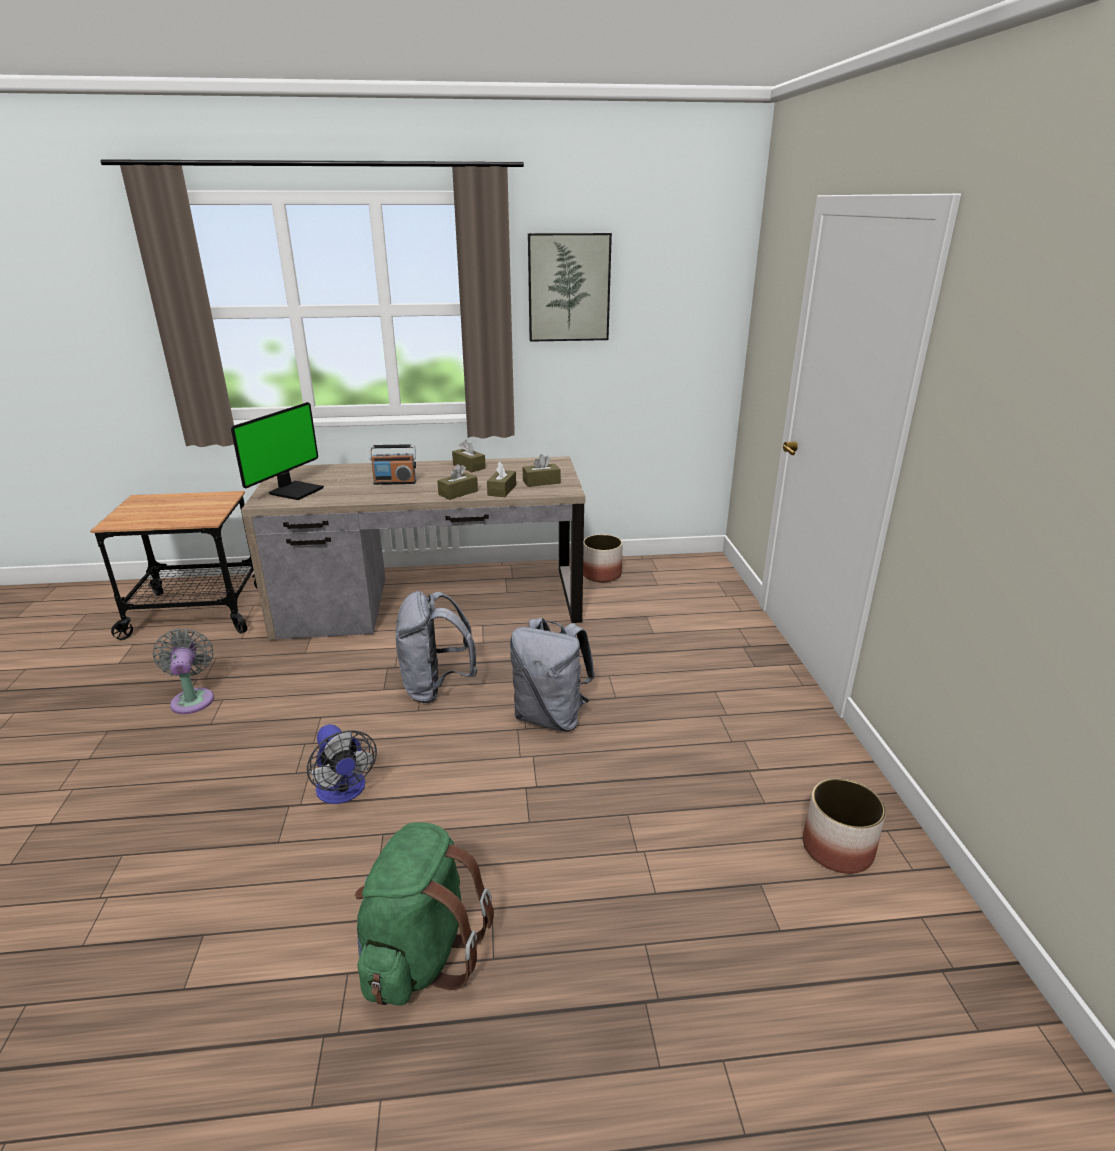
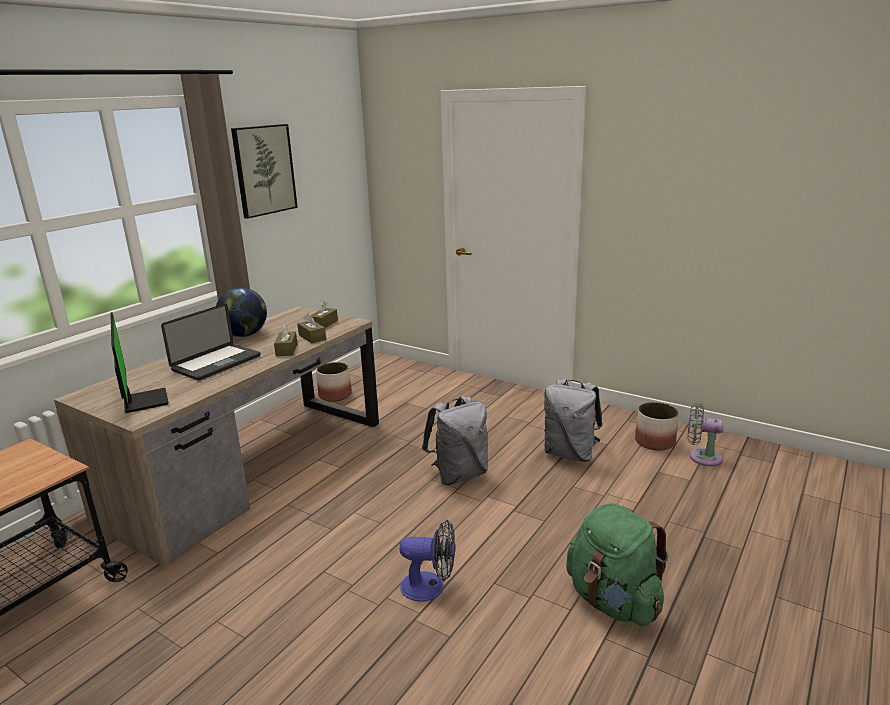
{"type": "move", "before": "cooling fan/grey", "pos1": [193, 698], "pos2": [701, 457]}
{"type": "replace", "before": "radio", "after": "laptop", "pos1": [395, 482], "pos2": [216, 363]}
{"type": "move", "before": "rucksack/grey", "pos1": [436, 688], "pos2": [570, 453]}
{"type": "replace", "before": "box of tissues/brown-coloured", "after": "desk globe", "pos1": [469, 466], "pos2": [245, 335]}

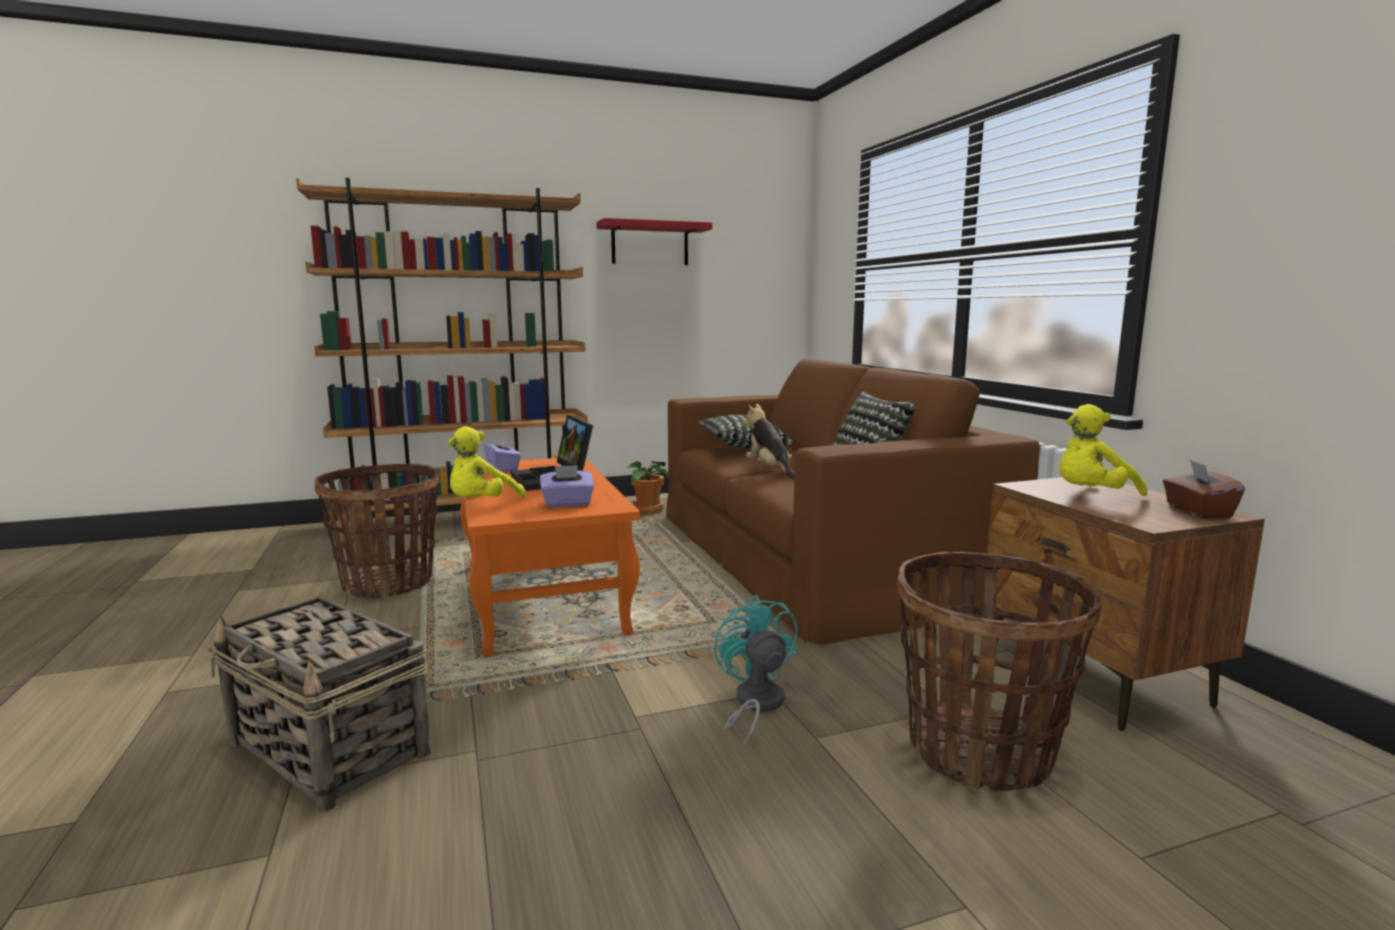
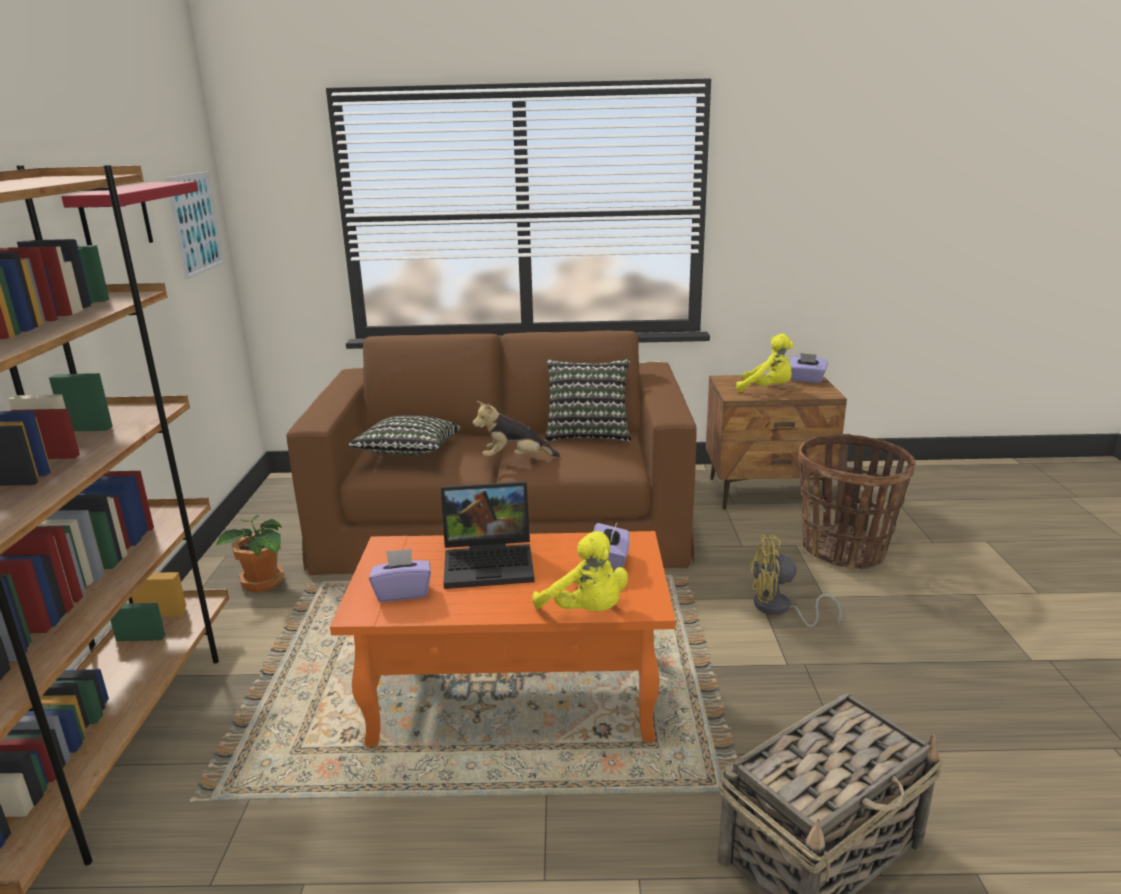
{"type": "delete", "before": "basket", "pos1": [388, 583]}
{"type": "recolor", "before": "cooling fan/turquoise-coloured", "after": "cooling fan/yellow-coloured", "pos1": [755, 705], "pos2": [779, 609]}
{"type": "rotate", "before": "soft toy/yellow-coloured", "pos1": [1091, 496], "pos2": [767, 389], "turn": -60}
{"type": "recolor", "before": "box of tissues/brown-coloured", "after": "box of tissues/purple", "pos1": [1197, 511], "pos2": [806, 380]}
{"type": "insert", "after": "picture", "pos2": [196, 223]}

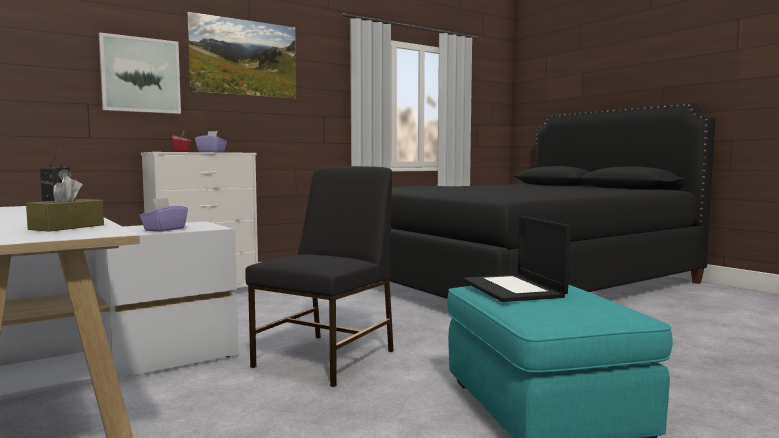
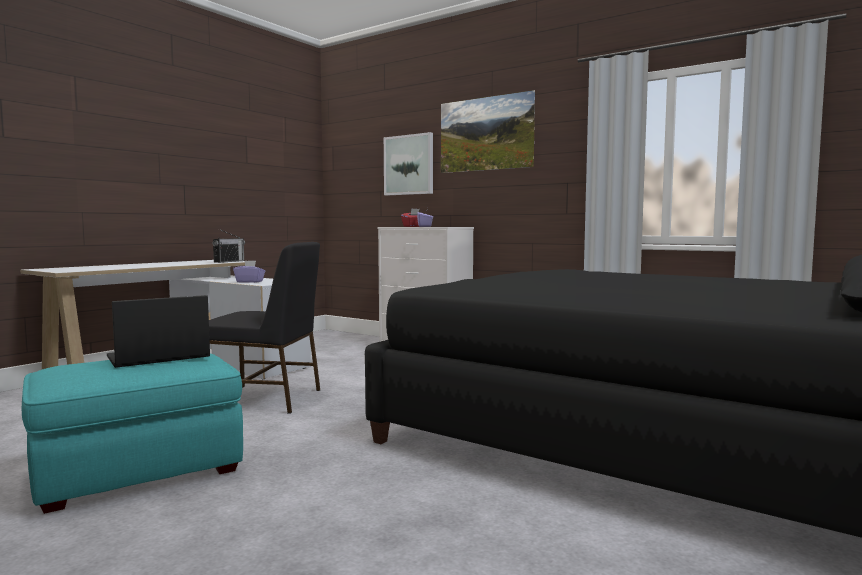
{"type": "delete", "before": "box of tissues/brown-coloured", "pos1": [67, 227]}

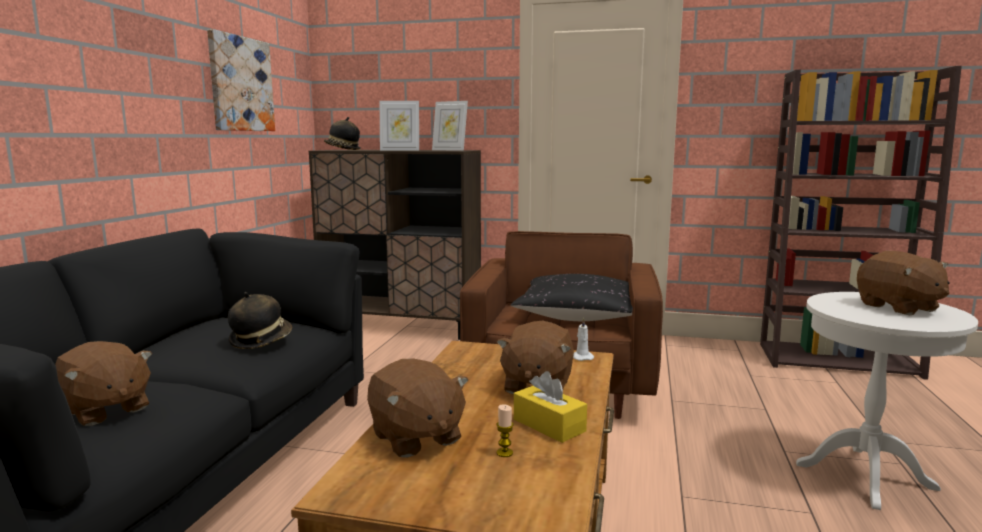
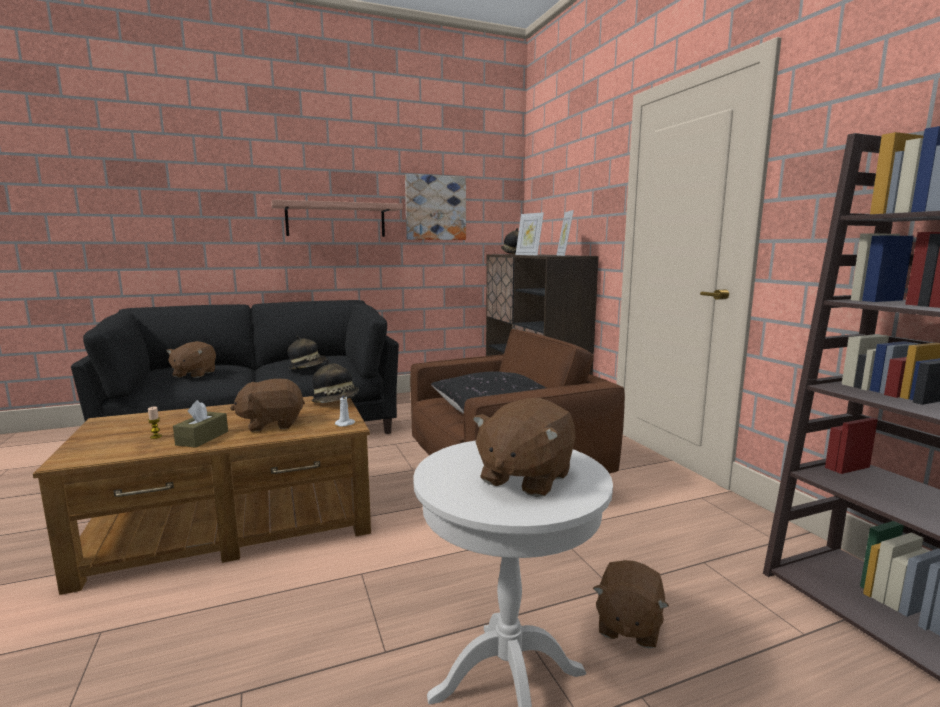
{"type": "move", "before": "soft toy/brown-coloured", "pos1": [415, 438], "pos2": [628, 625]}
{"type": "recolor", "before": "box of tissues/yellow-coloured", "after": "box of tissues/brown-coloured", "pos1": [549, 425], "pos2": [202, 438]}
{"type": "insert", "after": "shelf", "pos2": [336, 220]}
{"type": "insert", "after": "clothing hat", "pos2": [336, 401]}

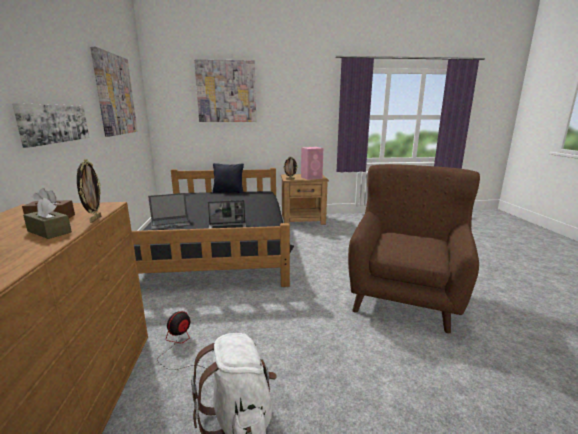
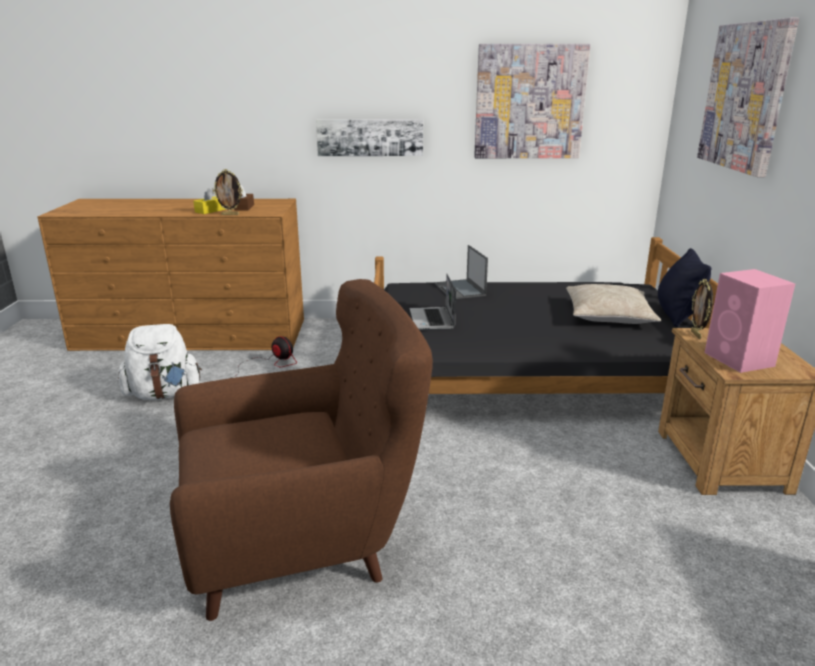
{"type": "recolor", "before": "box of tissues/brown-coloured", "after": "box of tissues/yellow-coloured", "pos1": [49, 232], "pos2": [210, 211]}
{"type": "rotate", "before": "easy chair/brown-coloured", "pos1": [405, 295], "pos2": [303, 540], "turn": -45}
{"type": "insert", "after": "cushion/sand-coloured", "pos2": [608, 315]}

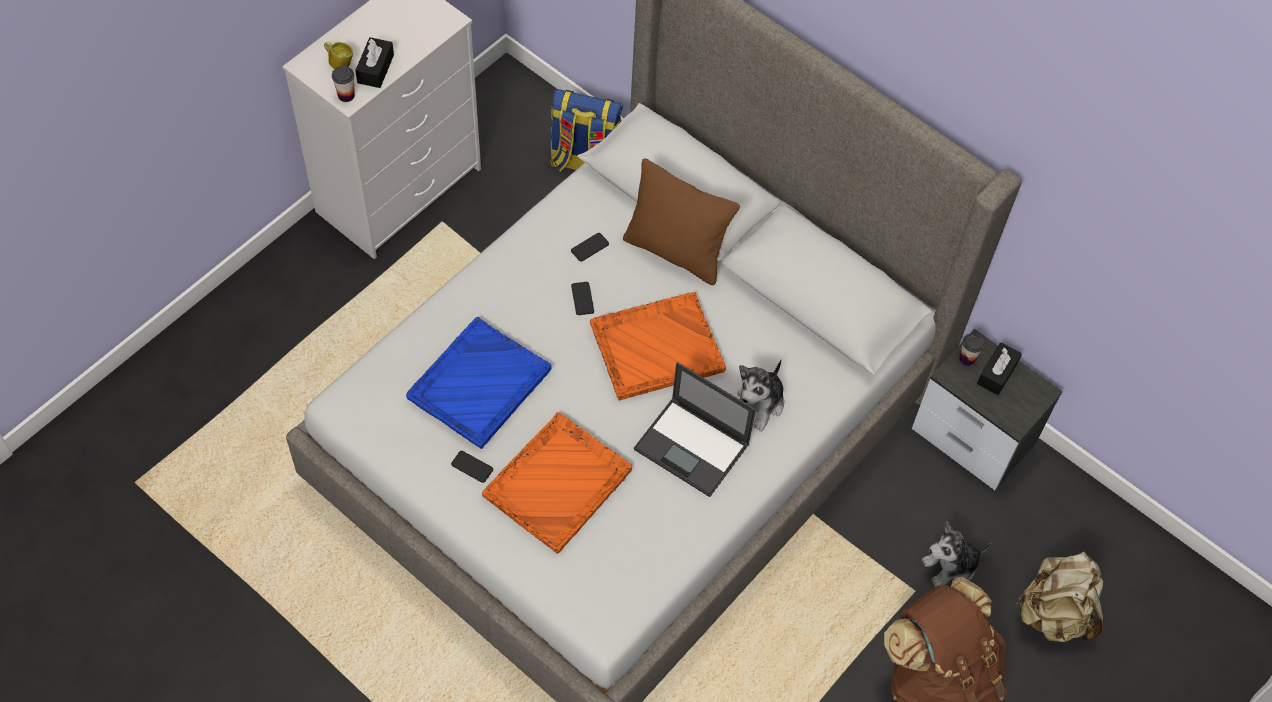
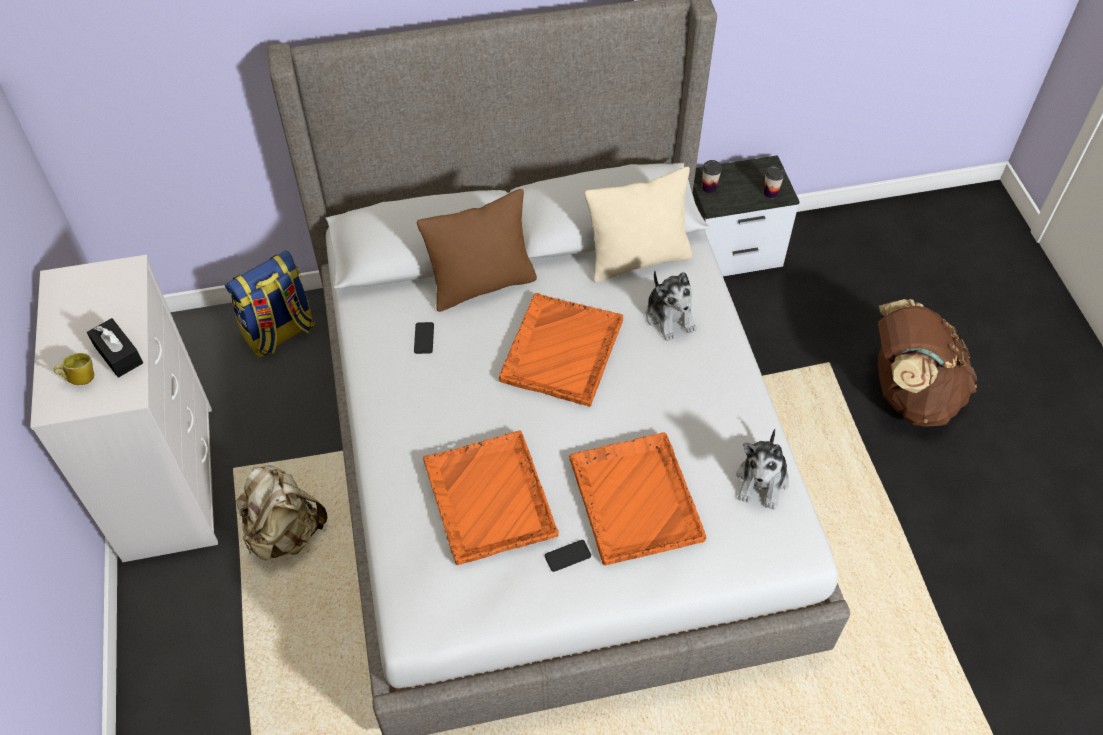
{"type": "move", "before": "cup", "pos1": [346, 95], "pos2": [770, 193]}
{"type": "recolor", "before": "tray/blue-coloured", "after": "tray/orange-coloured", "pos1": [478, 384], "pos2": [490, 499]}
{"type": "delete", "before": "handset", "pos1": [582, 298]}
{"type": "delete", "before": "laptop", "pos1": [693, 447]}
{"type": "move", "before": "soft toy", "pos1": [951, 566], "pos2": [762, 481]}
{"type": "delete", "before": "box of tissues/black", "pos1": [997, 373]}
{"type": "move", "before": "rucksack/sand-coloured", "pos1": [1054, 613], "pos2": [285, 532]}
{"type": "insert", "after": "cushion/sand-coloured", "pos2": [638, 259]}

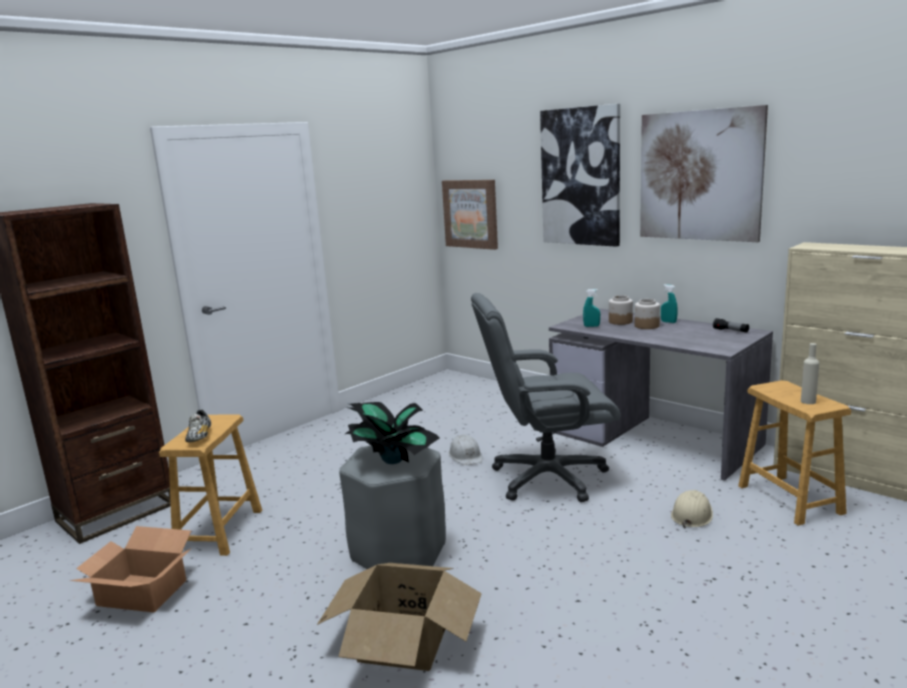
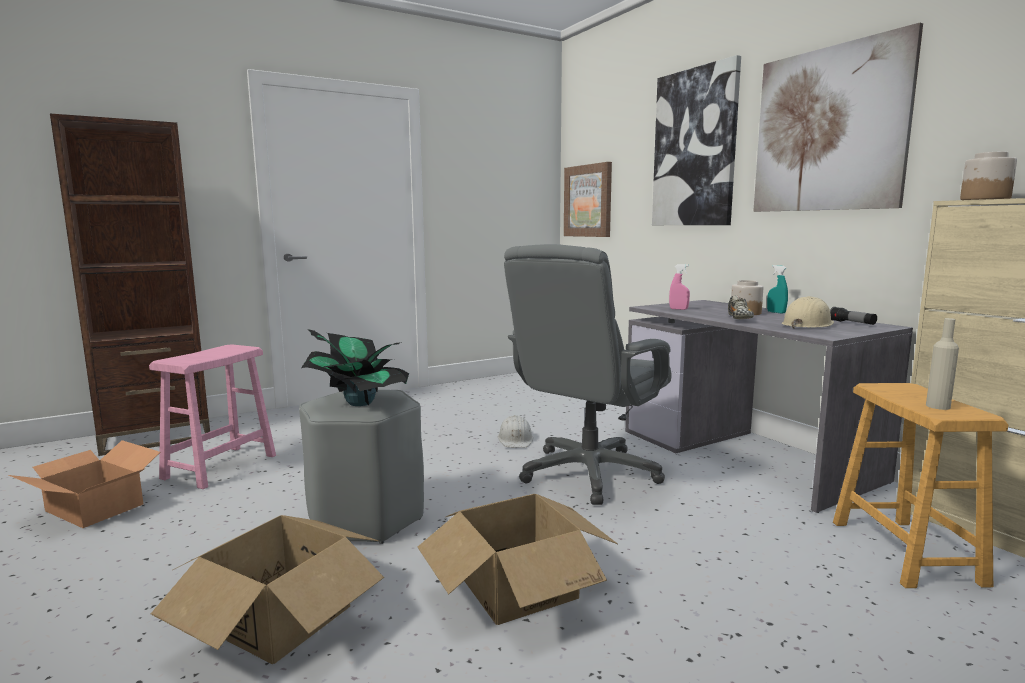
{"type": "recolor", "before": "sitting stool/brown-coloured", "after": "sitting stool/pink", "pos1": [219, 531], "pos2": [220, 467]}
{"type": "move", "before": "low shoe", "pos1": [199, 436], "pos2": [739, 319]}
{"type": "rotate", "before": "desk chair/grey", "pos1": [547, 478], "pos2": [589, 474], "turn": -60}
{"type": "recolor", "before": "hand sprayer/turquoise-coloured", "after": "hand sprayer/pink", "pos1": [591, 326], "pos2": [678, 309]}
{"type": "move", "before": "storage jar", "pos1": [620, 321], "pos2": [984, 199]}
{"type": "move", "before": "work helmet/sand-coloured", "pos1": [692, 515], "pos2": [807, 325]}
{"type": "insert", "after": "carton", "pos2": [518, 586]}

